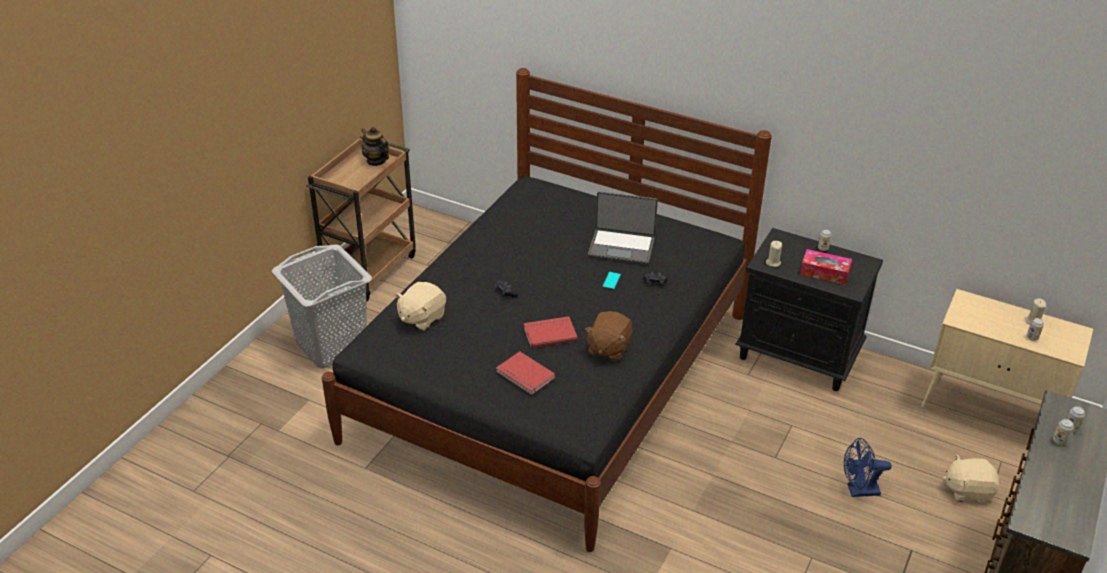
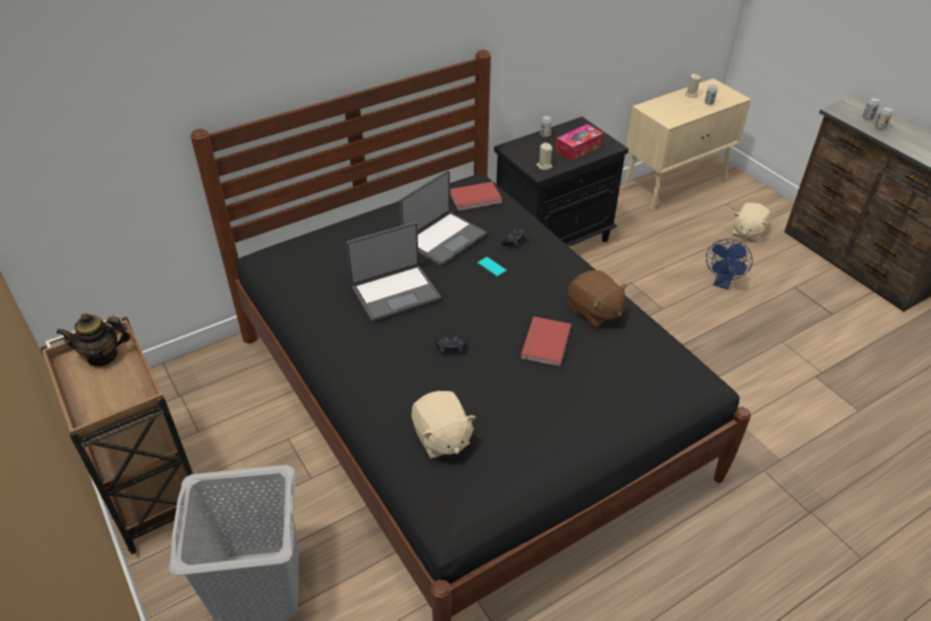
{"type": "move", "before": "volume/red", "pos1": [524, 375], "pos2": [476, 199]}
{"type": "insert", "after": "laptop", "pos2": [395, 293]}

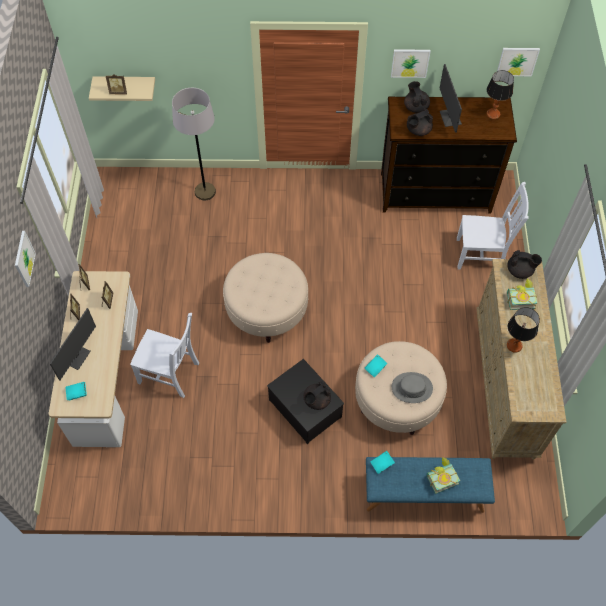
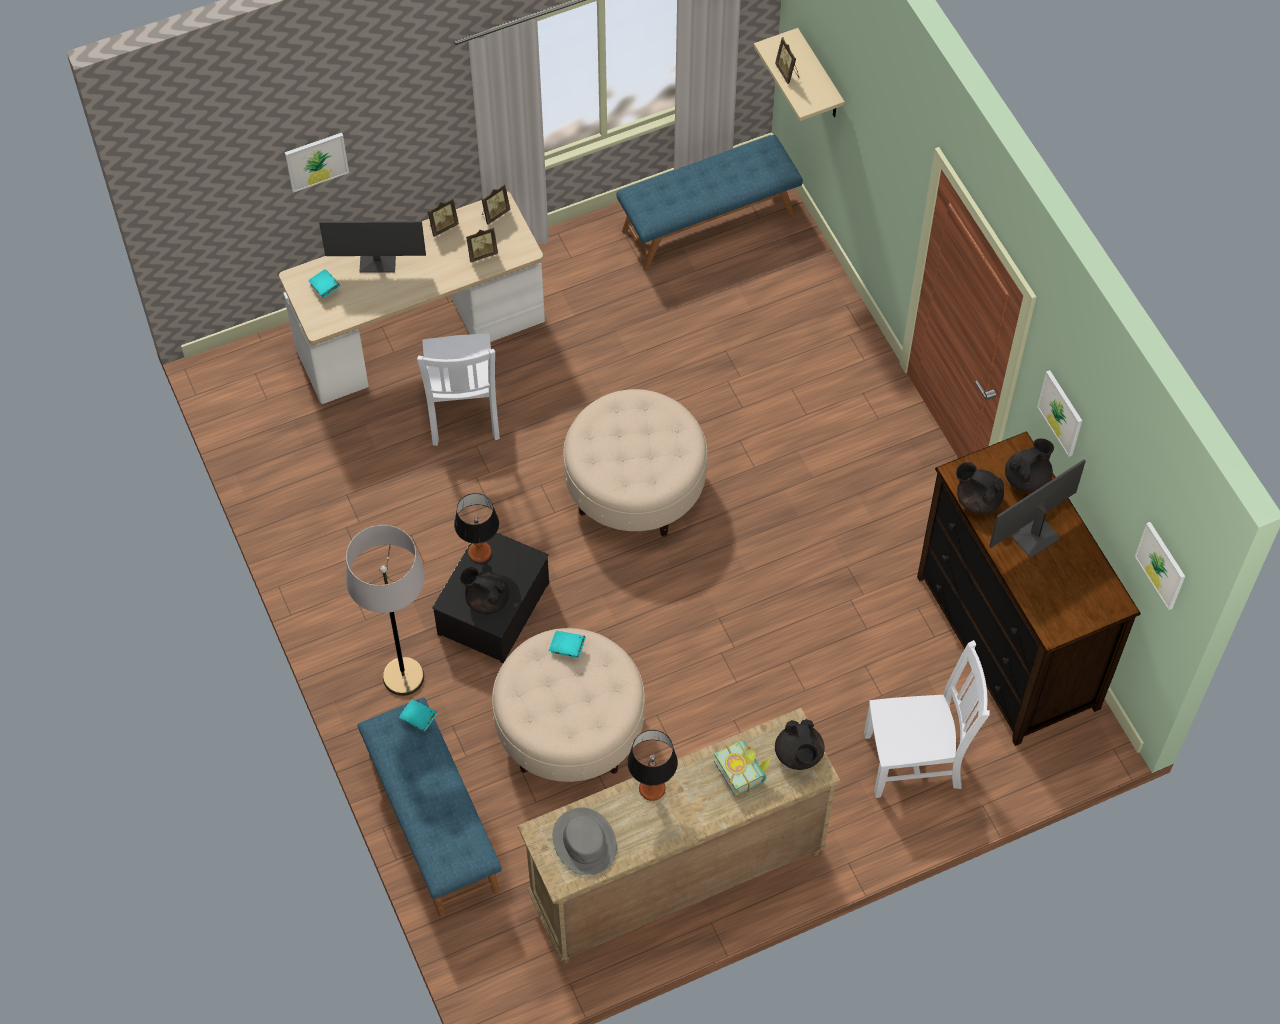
{"type": "move", "before": "picture", "pos1": [24, 259], "pos2": [316, 161]}
{"type": "move", "before": "standard lamp/grey", "pos1": [205, 192], "pos2": [403, 677]}
{"type": "move", "before": "clothing hat/grey", "pos1": [412, 388], "pos2": [585, 842]}
{"type": "delete", "before": "volume", "pos1": [440, 477]}
{"type": "rotate", "before": "upright chair/white", "pos1": [482, 254], "pos2": [916, 760], "turn": -75}
{"type": "move", "before": "tabletop lamp", "pos1": [493, 114], "pos2": [480, 552]}
{"type": "insert", "after": "long seat/blue-coloured", "pos2": [708, 222]}

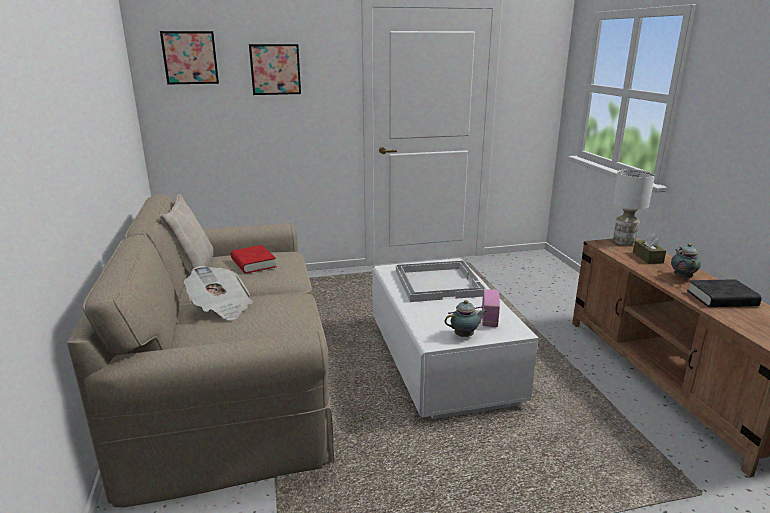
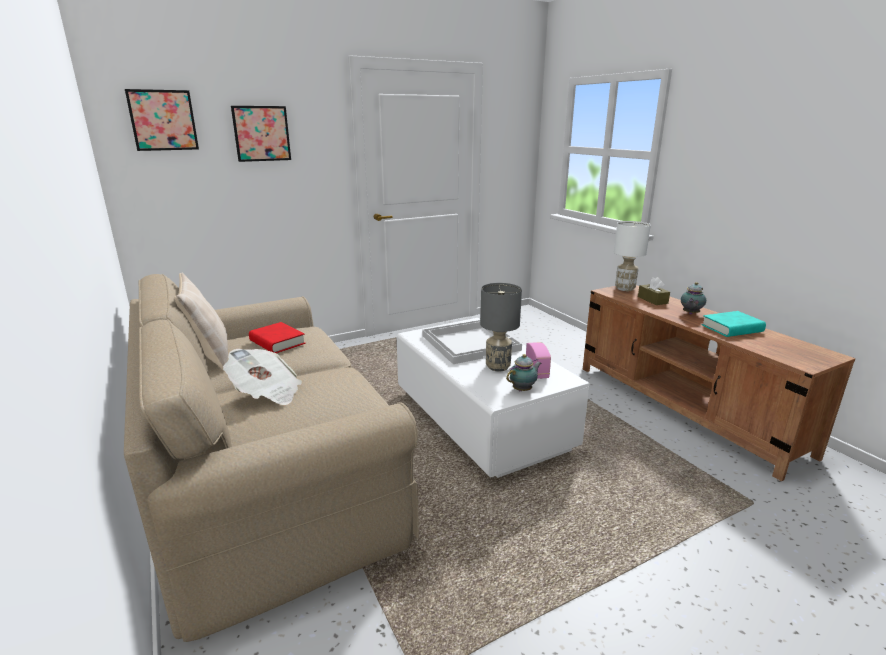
{"type": "rotate", "before": "tea pot", "pos1": [682, 277], "pos2": [690, 314], "turn": -135}
{"type": "recolor", "before": "volume/black", "after": "volume/turquoise-coloured", "pos1": [721, 298], "pos2": [732, 328]}
{"type": "insert", "after": "tabletop lamp/grey", "pos2": [498, 367]}

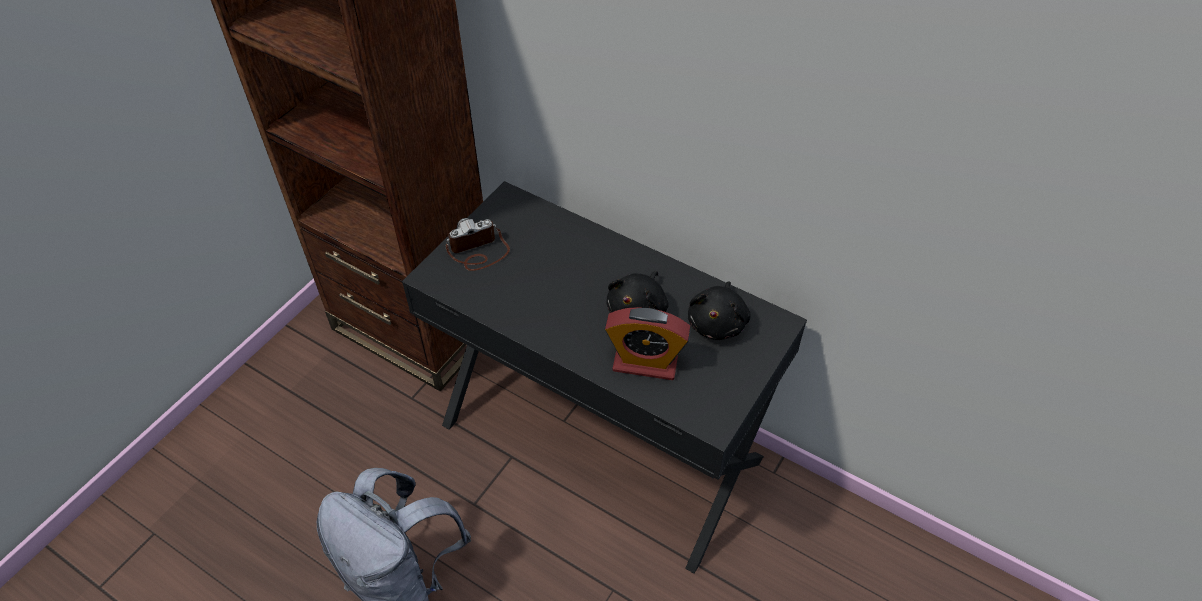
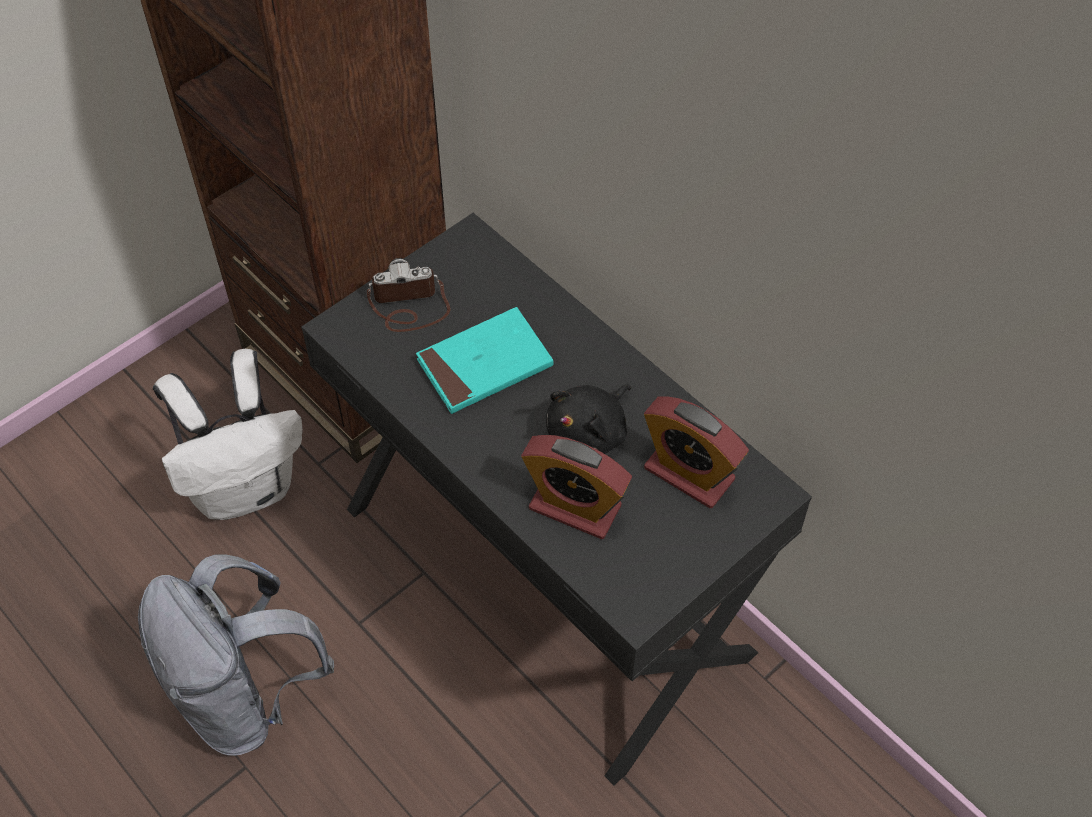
{"type": "replace", "before": "soft toy/black", "after": "table clock", "pos1": [717, 322], "pos2": [689, 474]}
{"type": "insert", "after": "rucksack/white", "pos2": [246, 487]}
{"type": "insert", "after": "volume/turquoise-coloured", "pos2": [485, 364]}

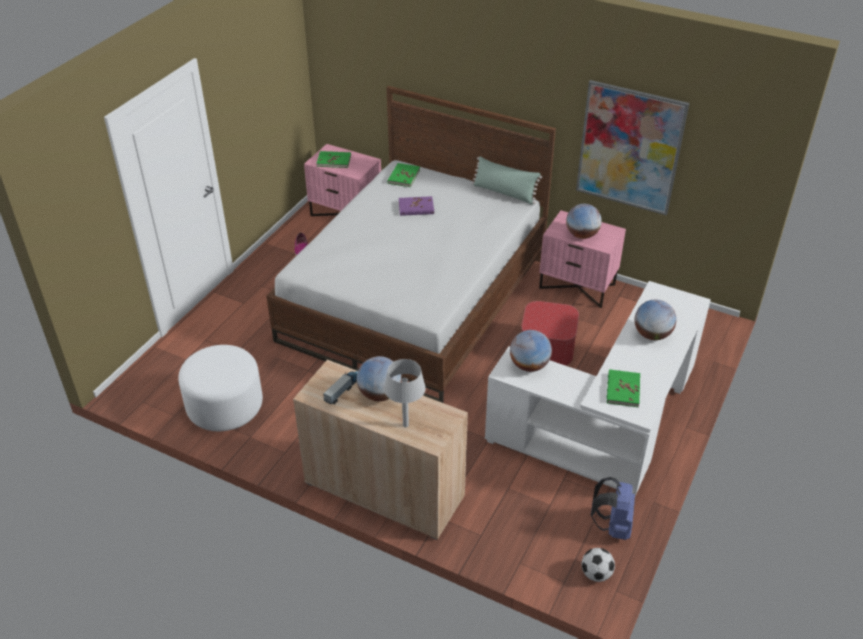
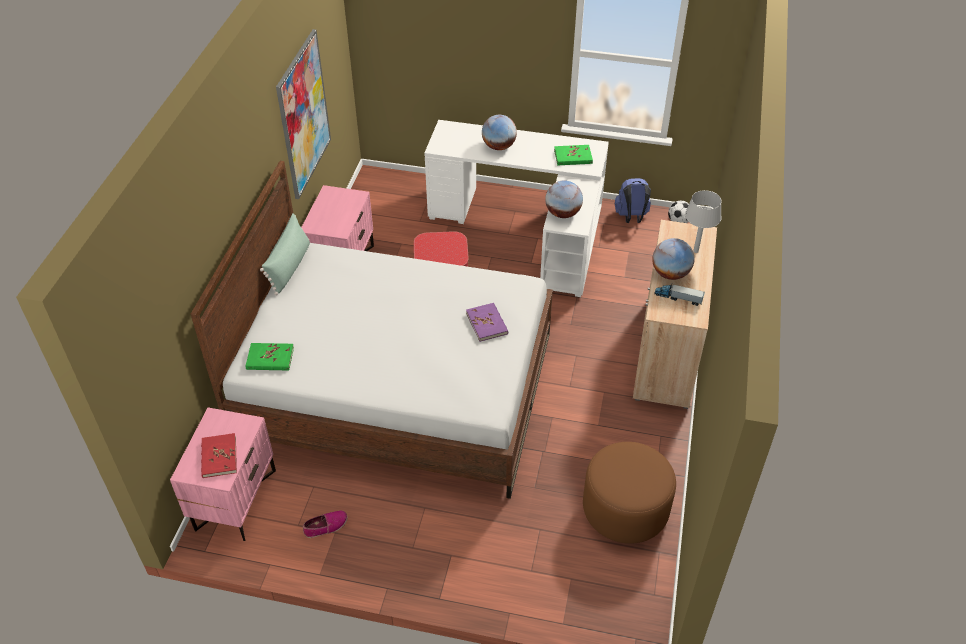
{"type": "recolor", "before": "pouffe/white", "after": "pouffe/brown-coloured", "pos1": [224, 406], "pos2": [625, 509]}
{"type": "recolor", "before": "volume/greenish", "after": "volume/red", "pos1": [334, 161], "pos2": [219, 457]}
{"type": "move", "before": "volume/purple", "pos1": [416, 208], "pos2": [487, 323]}
{"type": "delete", "before": "desk globe", "pos1": [582, 235]}

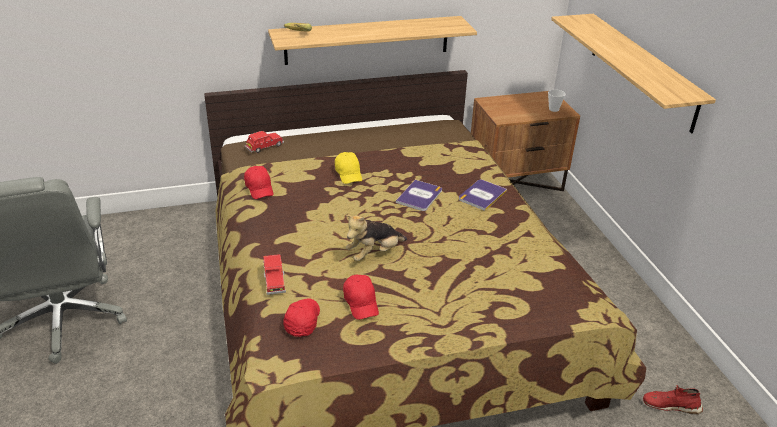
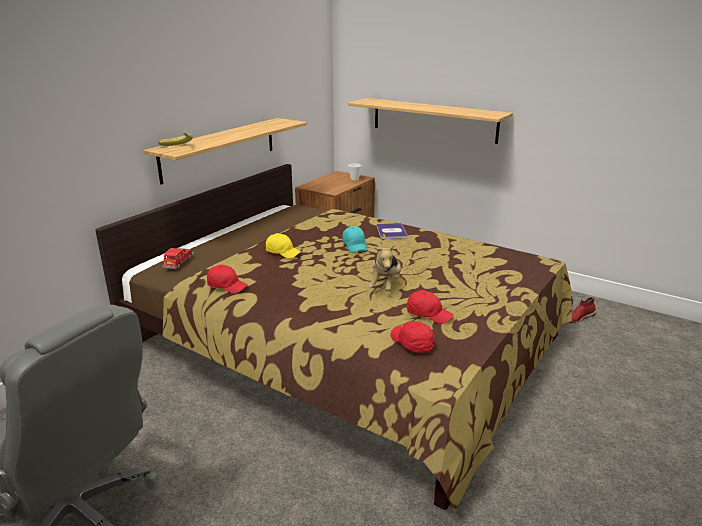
{"type": "delete", "before": "toy car/red", "pos1": [274, 280]}
{"type": "replace", "before": "volume", "after": "cap/turquoise-coloured", "pos1": [419, 196], "pos2": [355, 246]}

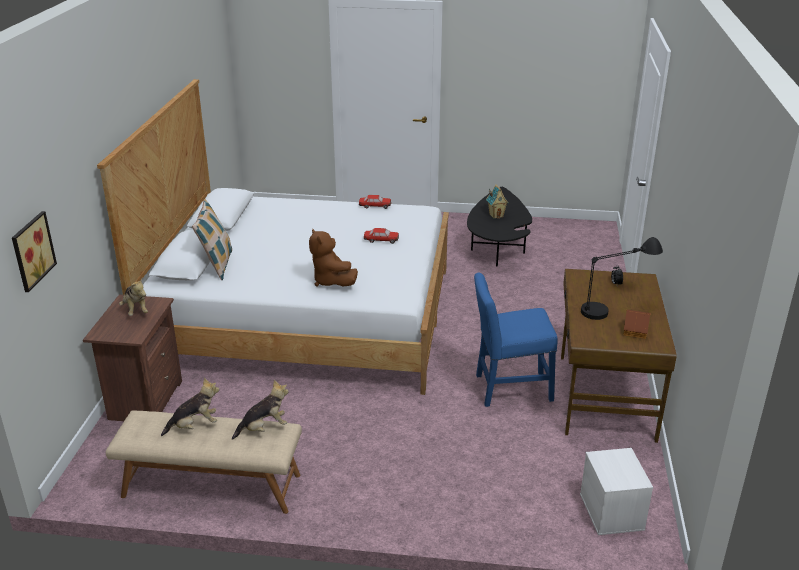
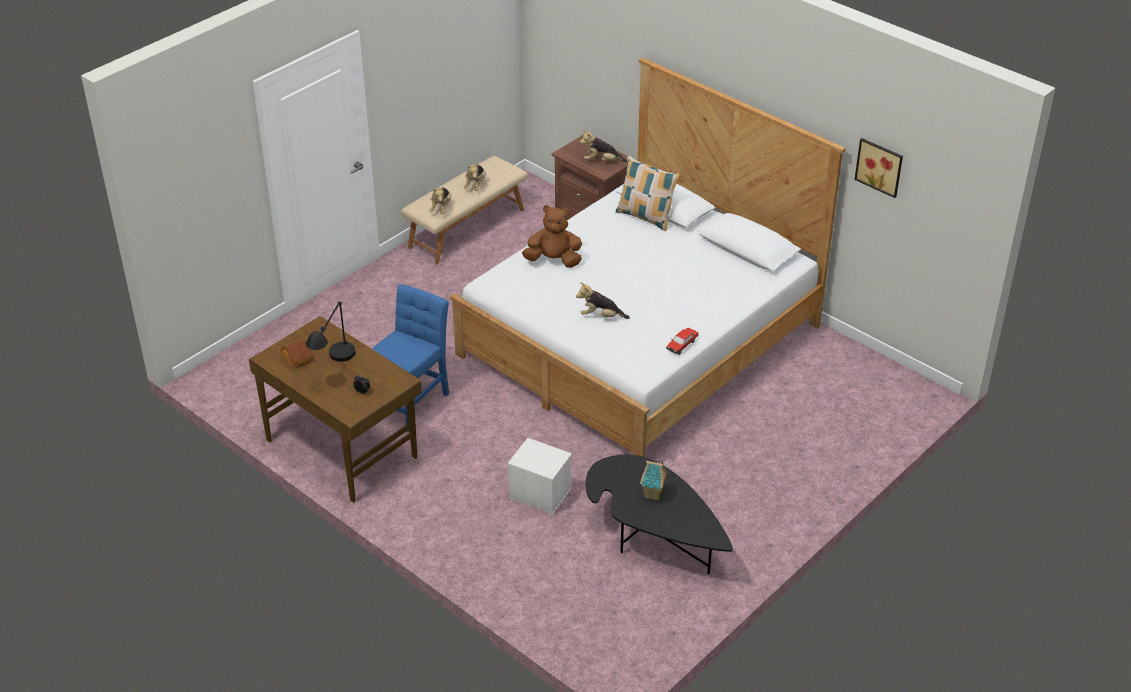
{"type": "move", "before": "picture", "pos1": [31, 250], "pos2": [880, 166]}
{"type": "replace", "before": "toy car", "after": "soft toy", "pos1": [381, 240], "pos2": [601, 316]}
{"type": "move", "before": "storage bin/white", "pos1": [612, 512], "pos2": [539, 493]}

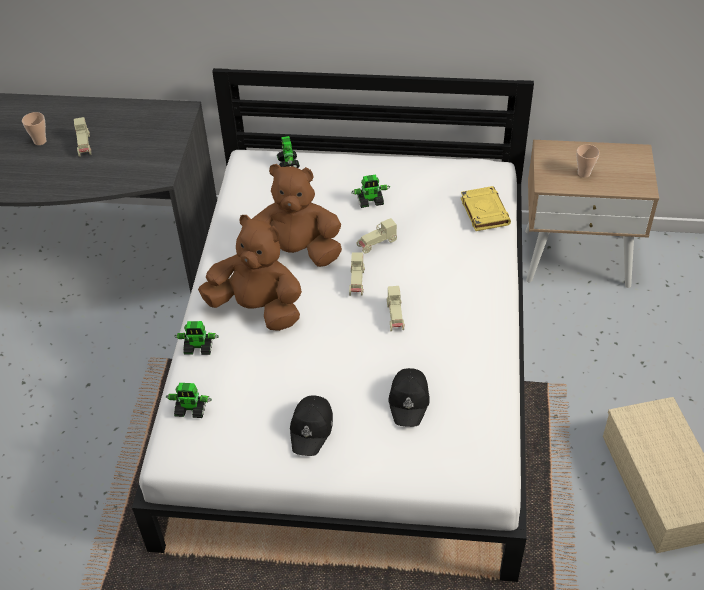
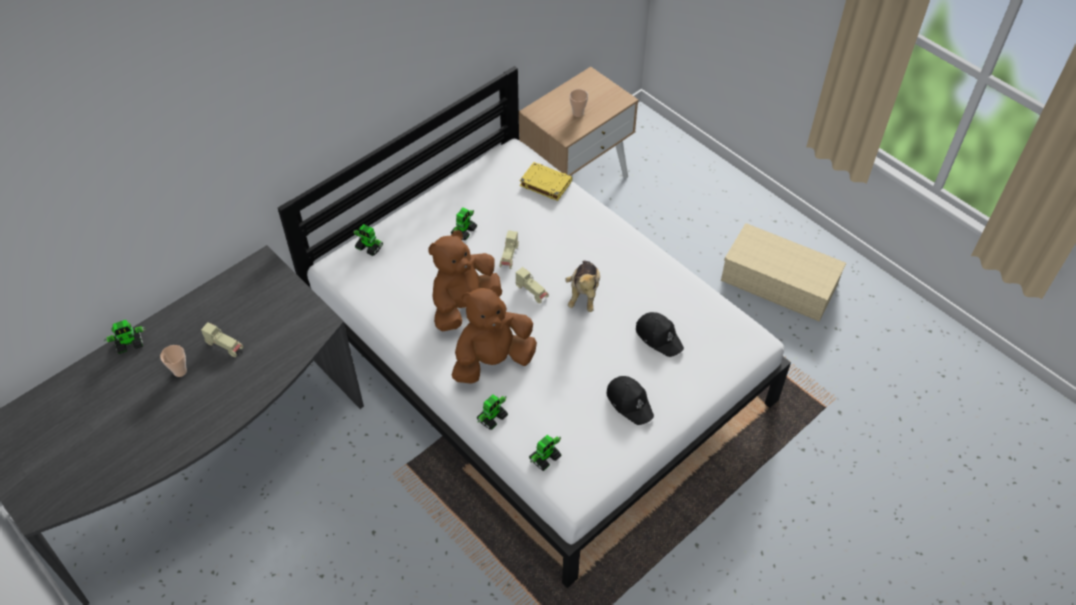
{"type": "replace", "before": "toy car/sand-coloured", "after": "soft toy", "pos1": [395, 317], "pos2": [584, 294]}
{"type": "insert", "after": "model robot", "pos2": [130, 344]}

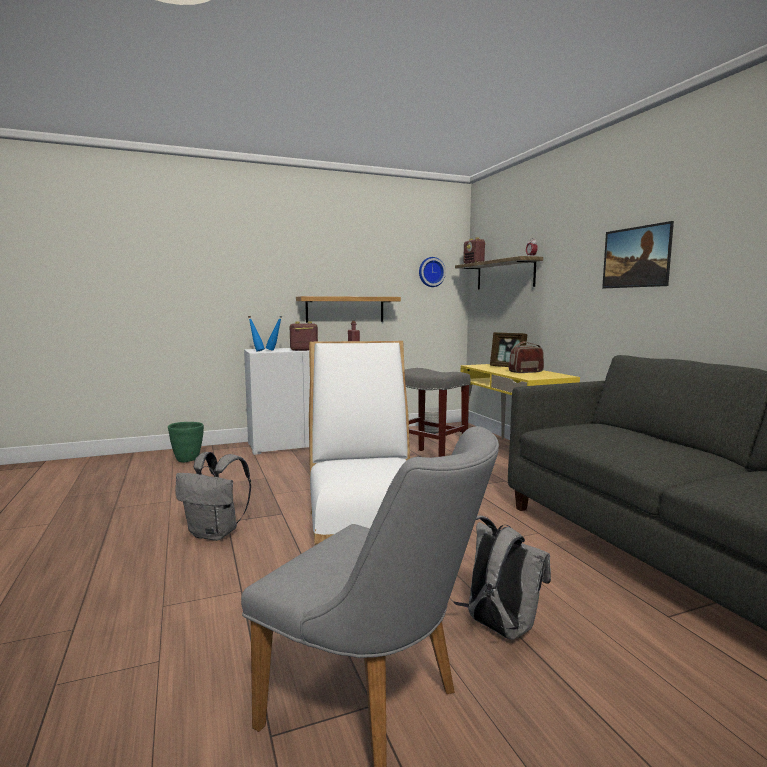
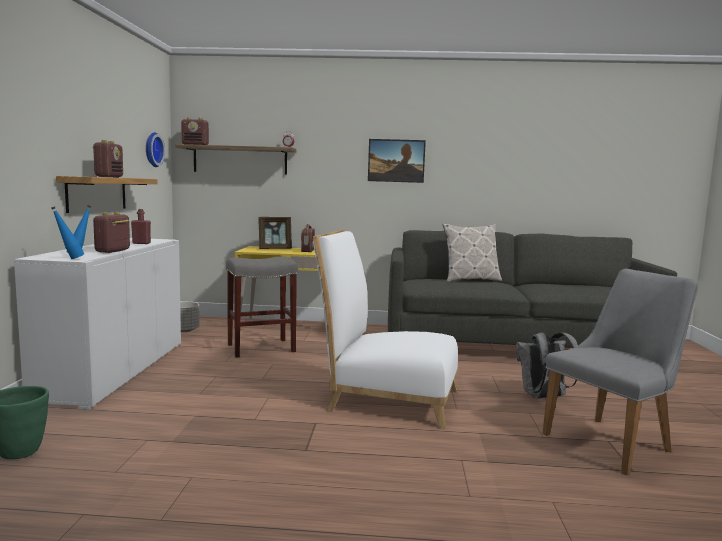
{"type": "delete", "before": "rucksack/grey", "pos1": [216, 533]}
{"type": "insert", "after": "radio", "pos2": [109, 177]}
{"type": "insert", "after": "cushion", "pos2": [470, 280]}

